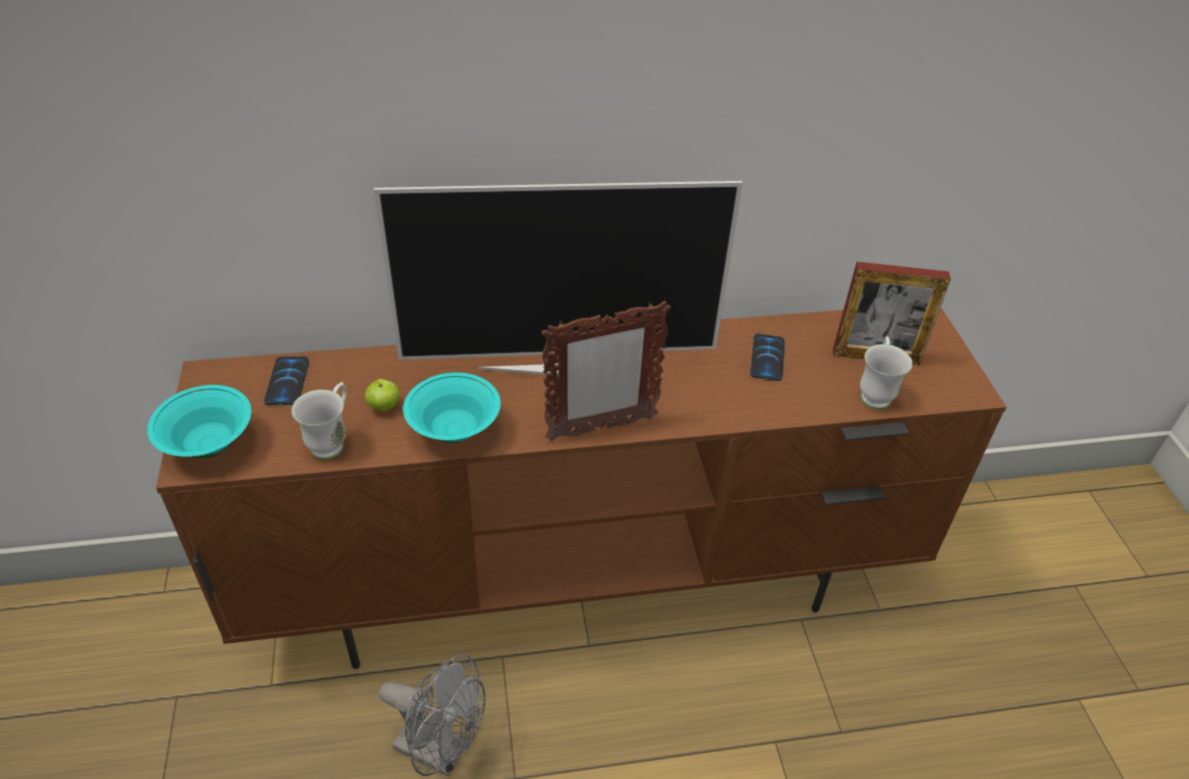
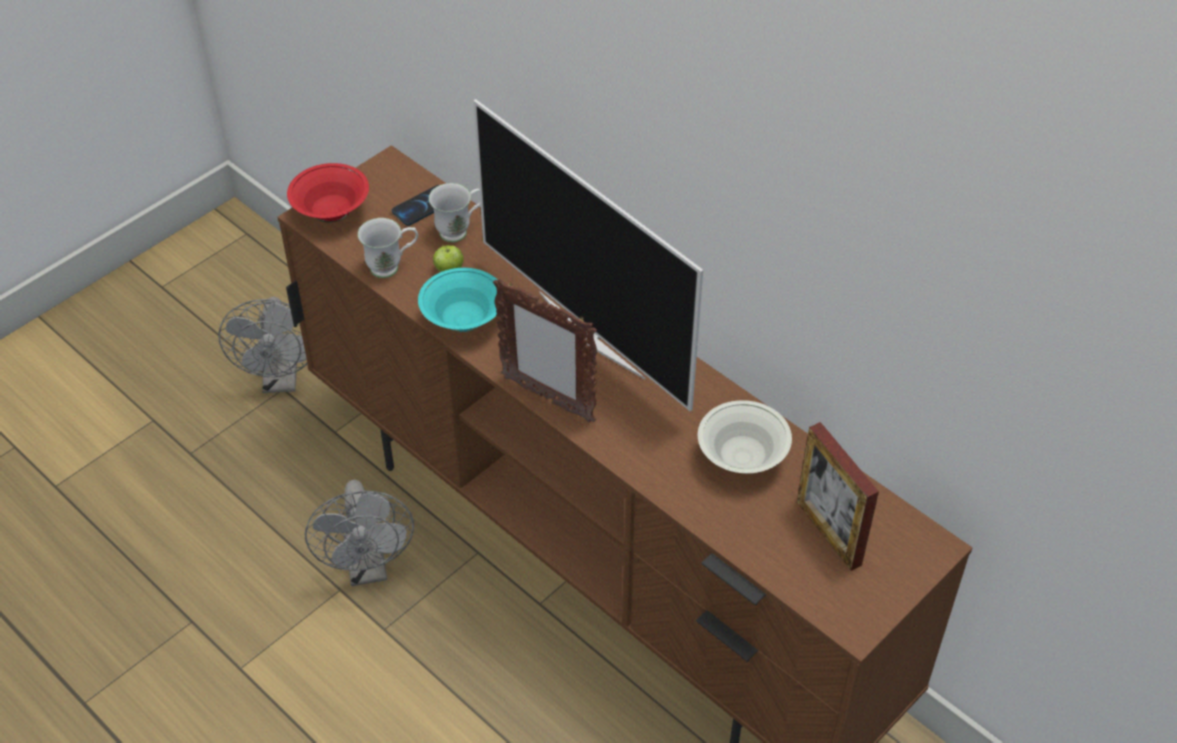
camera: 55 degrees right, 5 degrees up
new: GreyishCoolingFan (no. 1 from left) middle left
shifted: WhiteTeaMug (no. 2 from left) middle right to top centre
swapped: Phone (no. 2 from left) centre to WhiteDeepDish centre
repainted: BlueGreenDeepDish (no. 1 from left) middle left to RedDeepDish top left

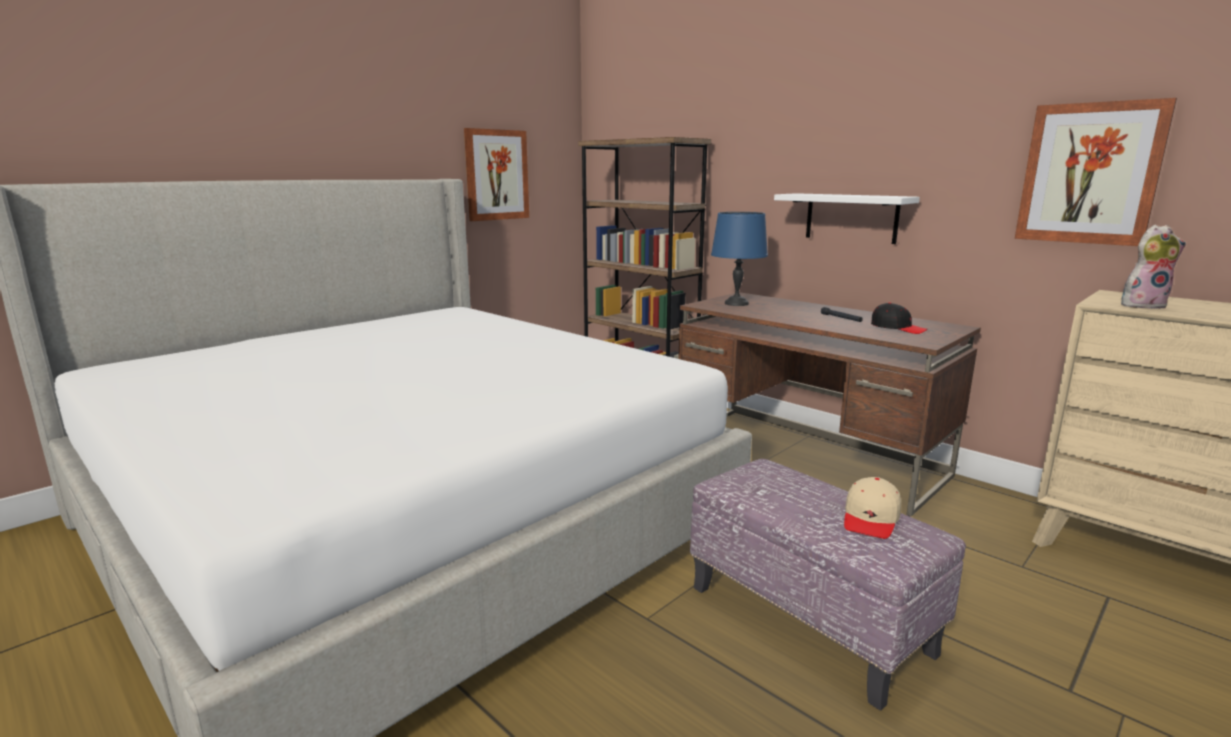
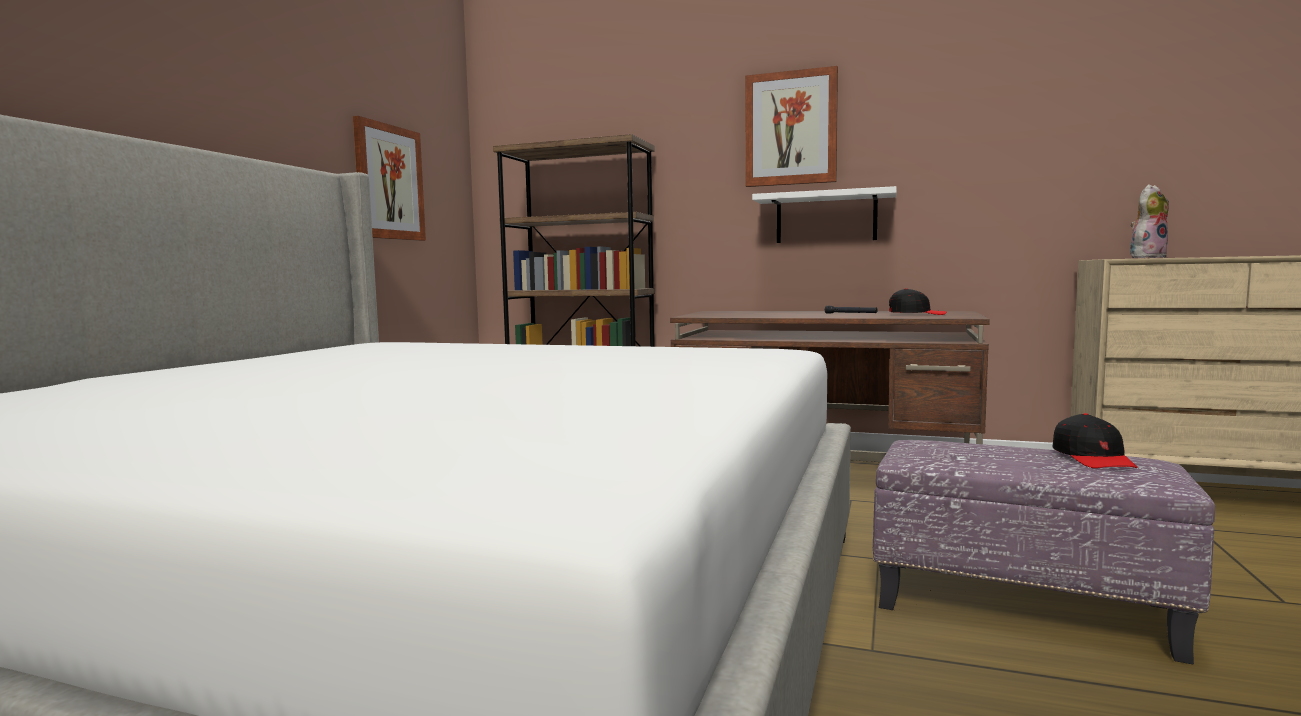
camera: 25 degrees left, 10 degrees down
gone: BlueTabletopLamp centre
shifted: WallArt (no. 2 from left) top right to top centre
repainted: BeigeBaseballCap bottom right to BlackishBaseballCap (no. 2 from left) middle right

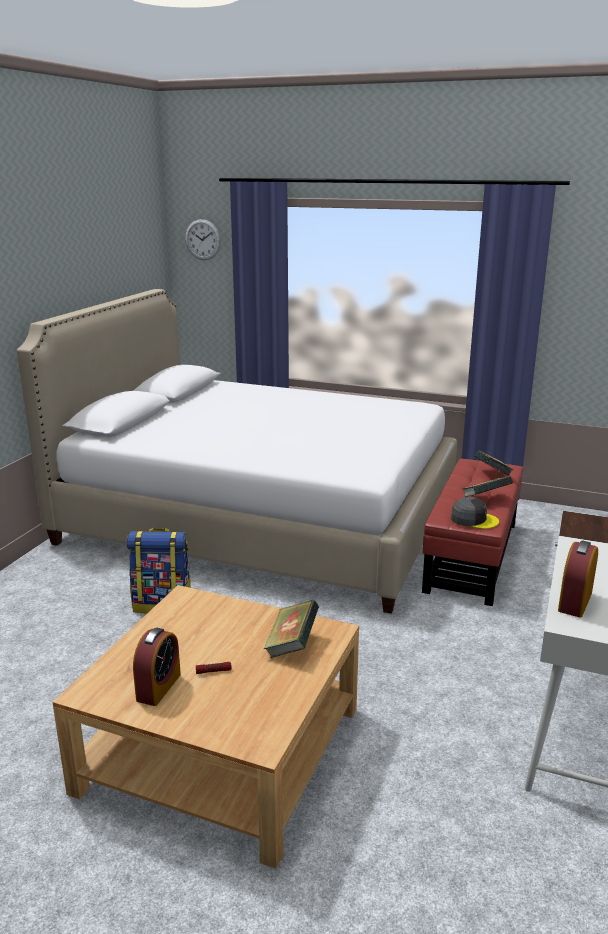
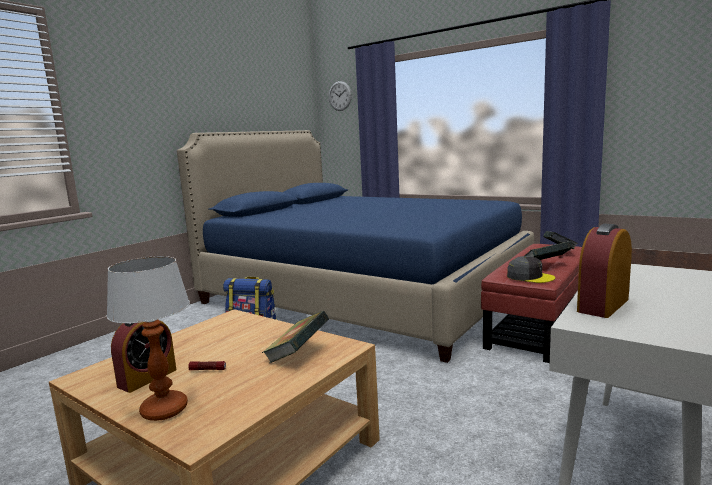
camera: 15 degrees right, 10 degrees down
new: TabletopLamp bottom left
repainted: WhiteBedroomBed centre to BlueBedroomBed centre

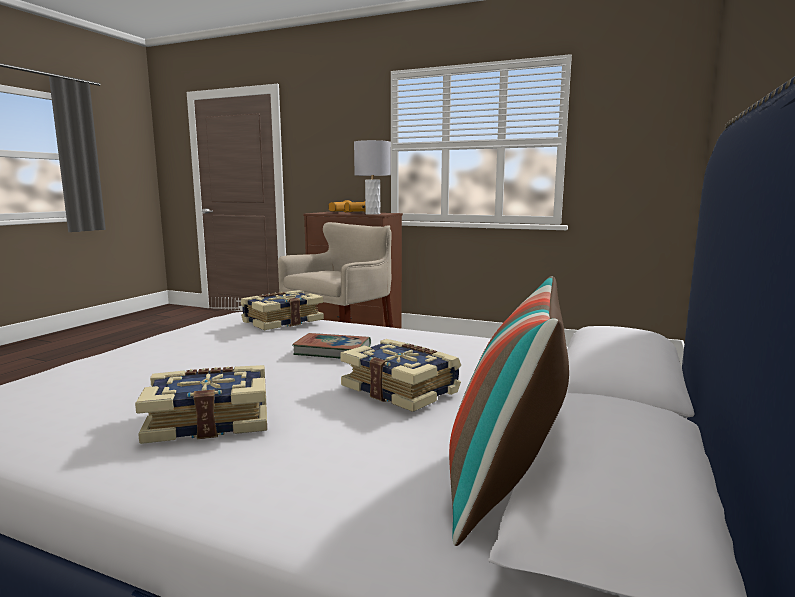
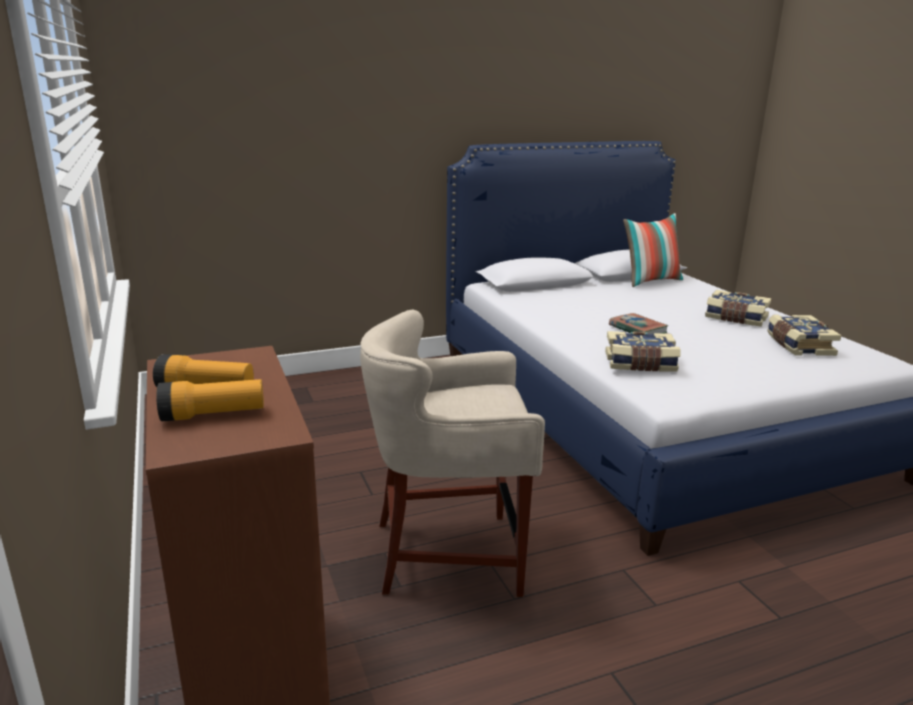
camera: 135 degrees left, 10 degrees up
gone: GreyishTabletopLamp top centre
shifted: Volume (no. 4 from left) centre to middle right

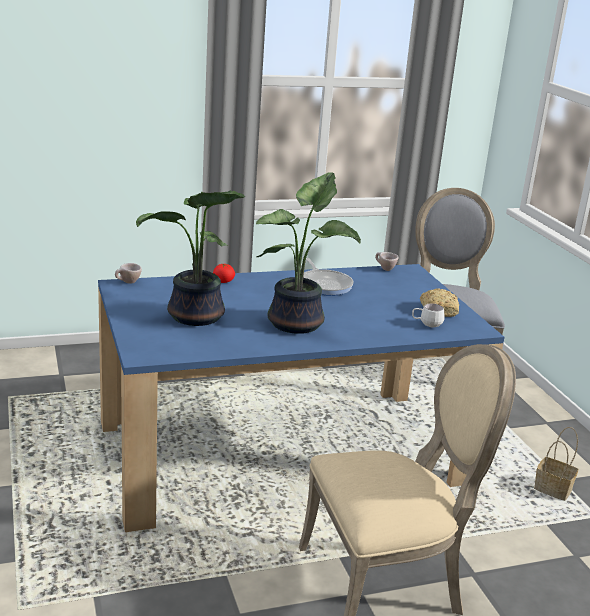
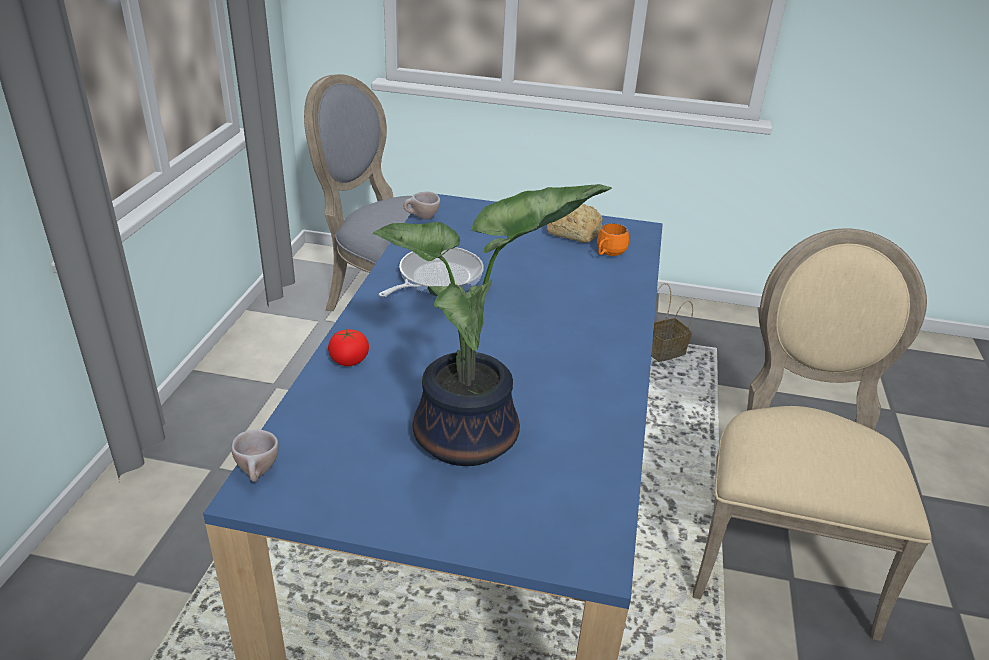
camera: 60 degrees left, 10 degrees up
gone: PottedPlant (no. 2 from left) centre
repainted: WhiteTeaMug middle right to OrangeyTeaMug centre
rotated: FryingPan centre = centre 60 degrees counterclockwise

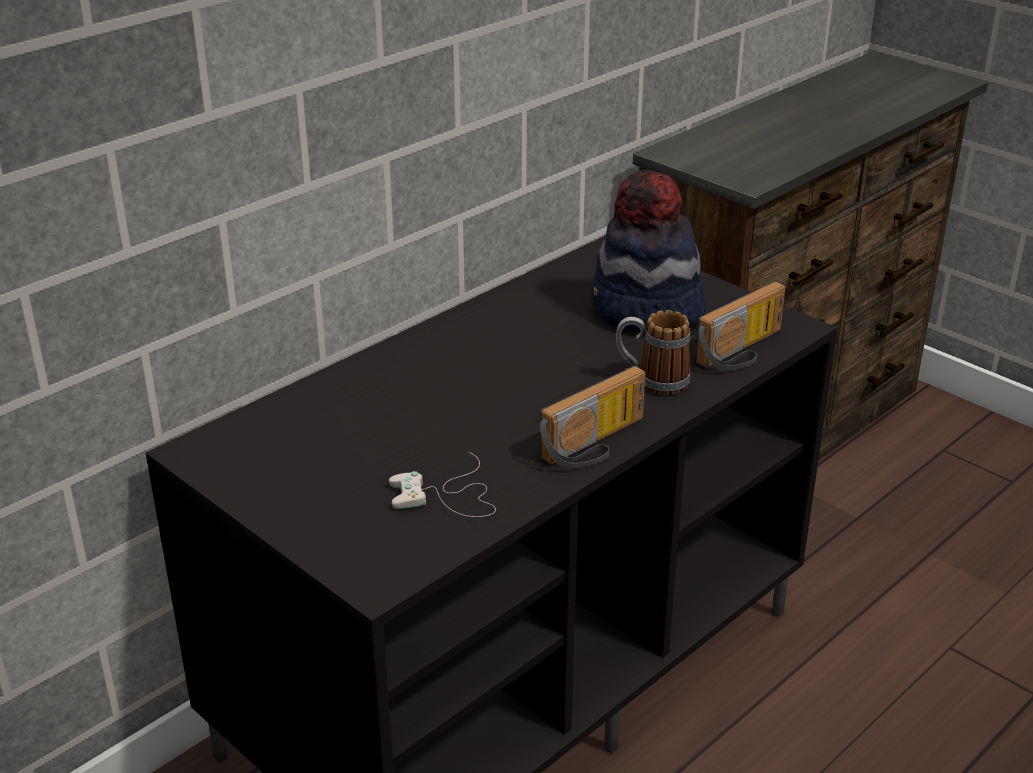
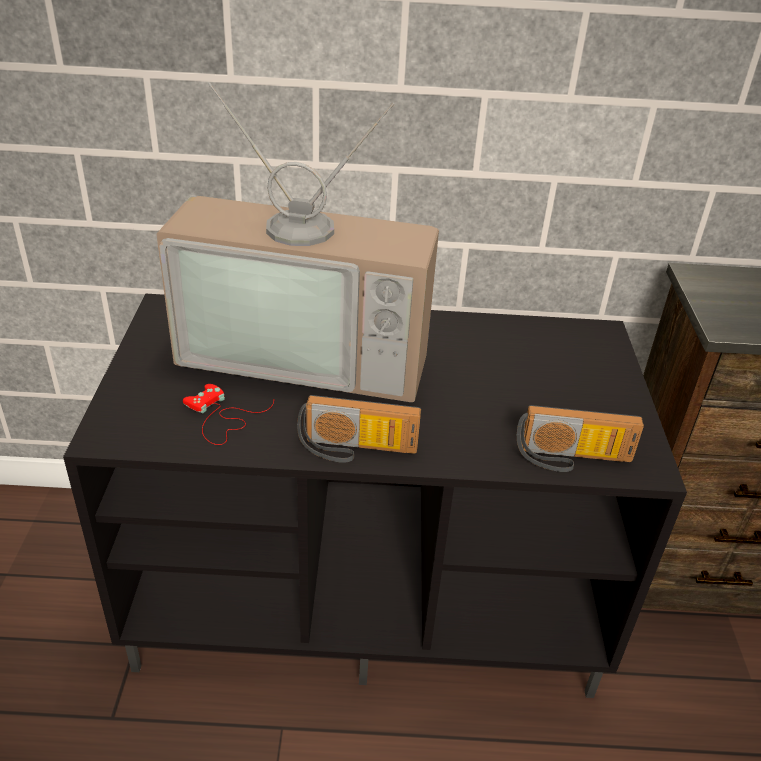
camera: 45 degrees right, 5 degrees up
gone: ClothingHat top centre; TeaMug centre
new: Tv top centre
repainted: WhiteGamepad centre to RedGamepad middle left

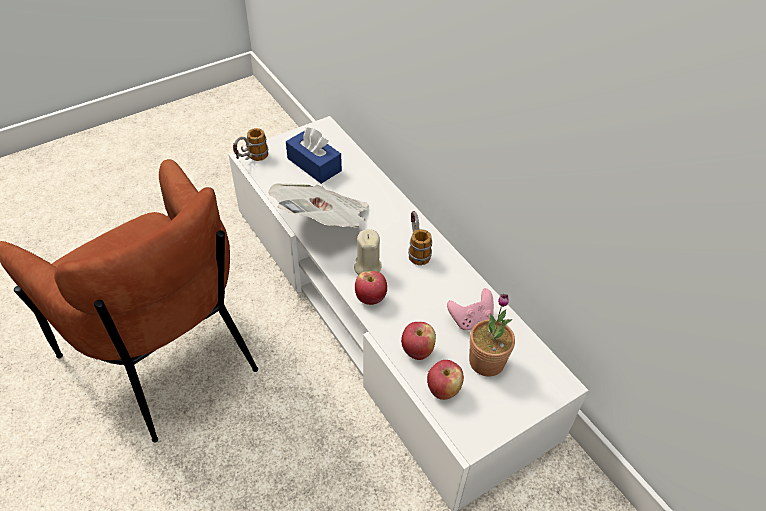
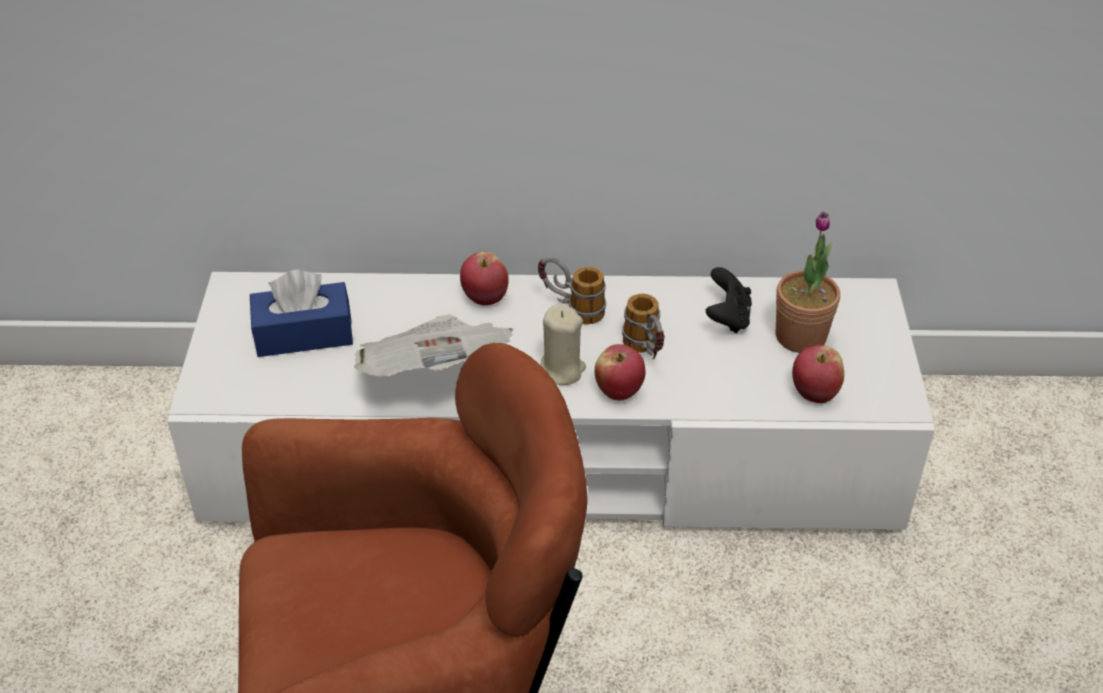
camera: 55 degrees left, 5 degrees down
shifted: WholeApple (no. 2 from left in the first image) bottom centre to WholeApple (no. 1 from left) centre; TeaMug (no. 1 from left in the first image) top left to TeaMug (no. 2 from left) centre
repainted: PinkGamepad centre to BlackishGamepad centre

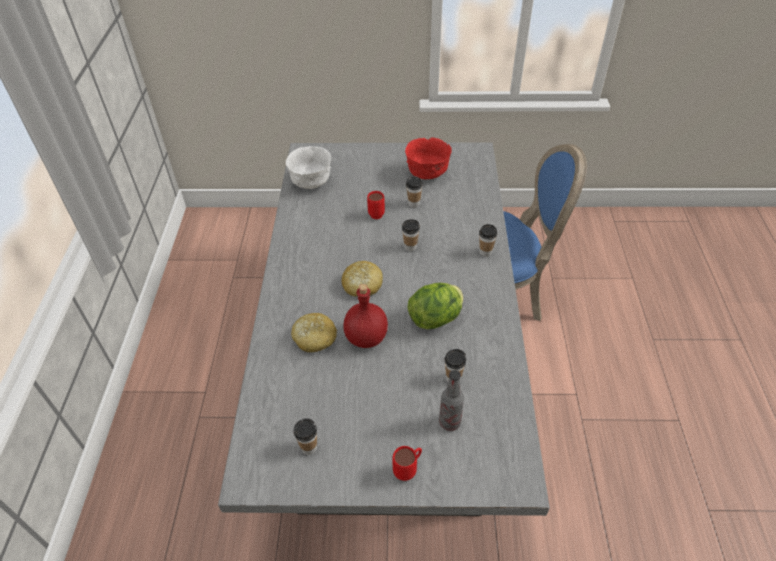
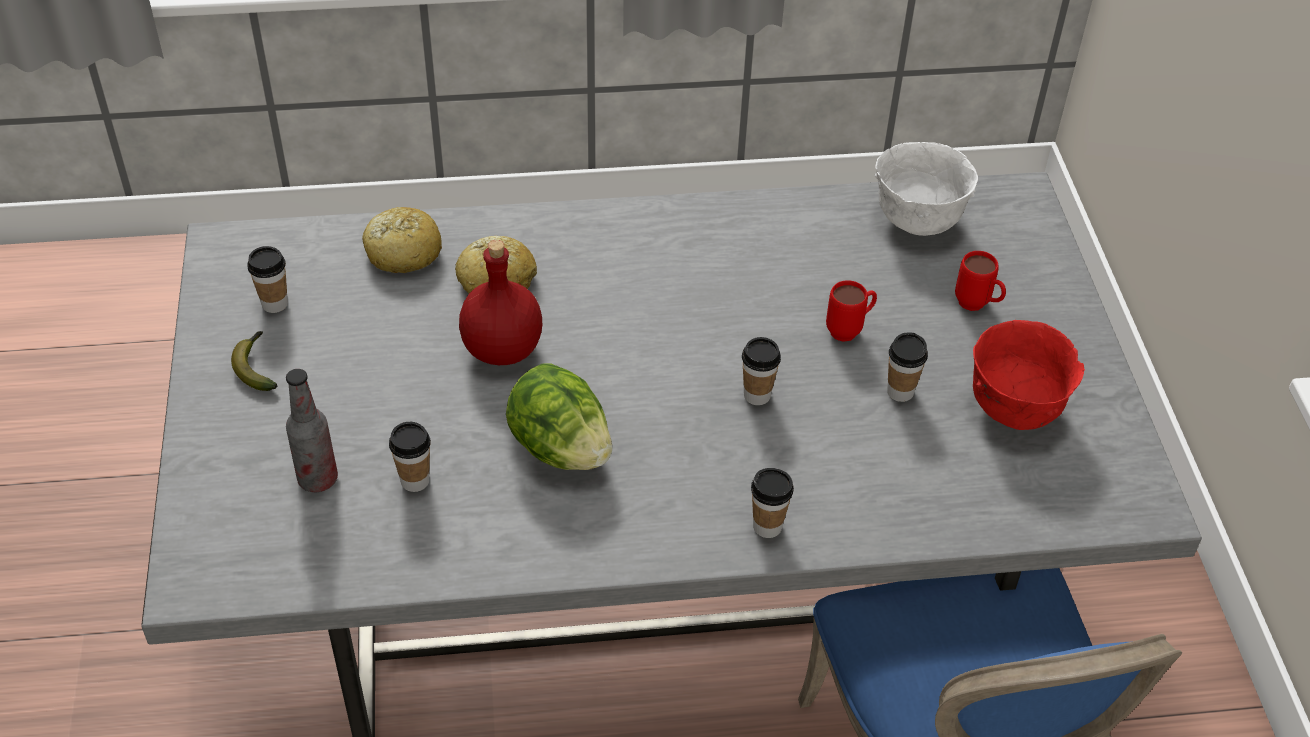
camera: 80 degrees right, 0 degrees up
new: WholeBanana middle left
shifted: Bread (no. 2 from left in the first image) centre to Bread (no. 1 from left) top left; RedTeaMug (no. 2 from left) bottom centre to middle right

